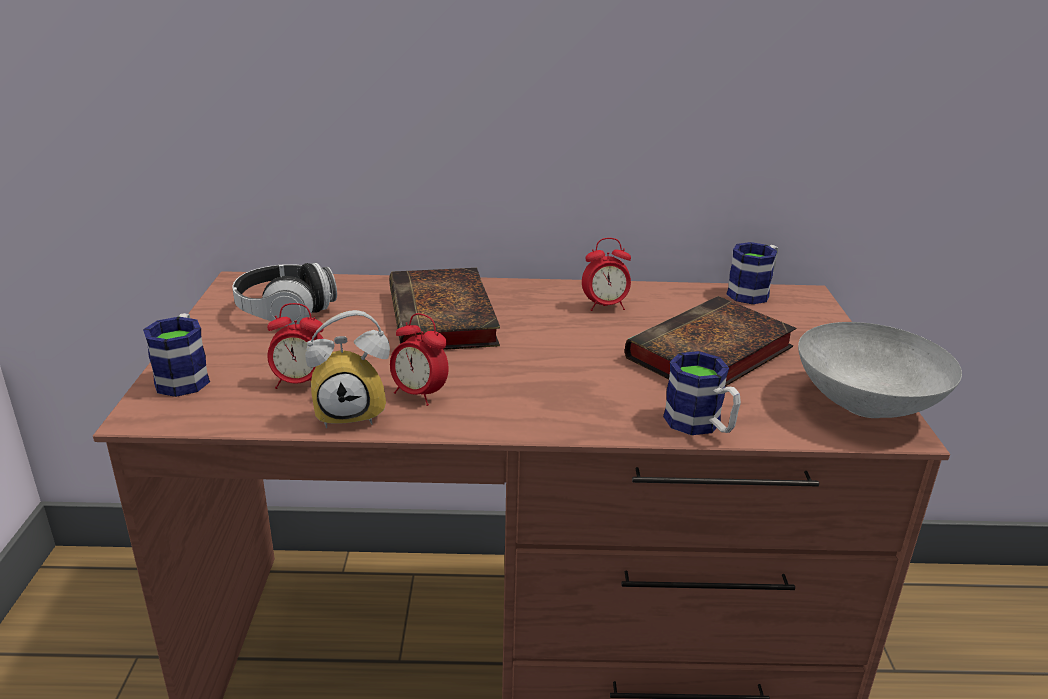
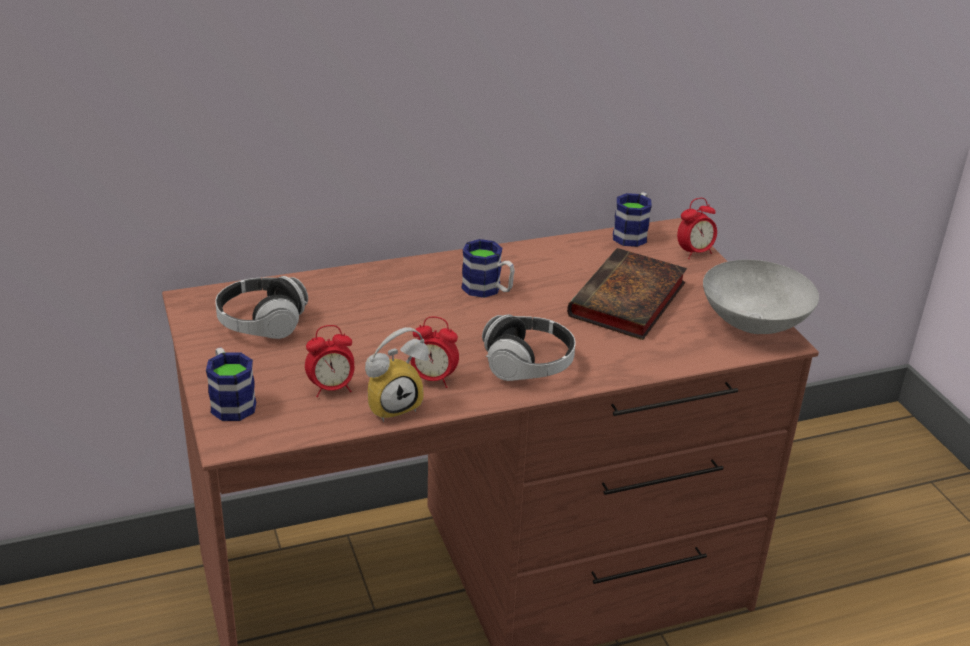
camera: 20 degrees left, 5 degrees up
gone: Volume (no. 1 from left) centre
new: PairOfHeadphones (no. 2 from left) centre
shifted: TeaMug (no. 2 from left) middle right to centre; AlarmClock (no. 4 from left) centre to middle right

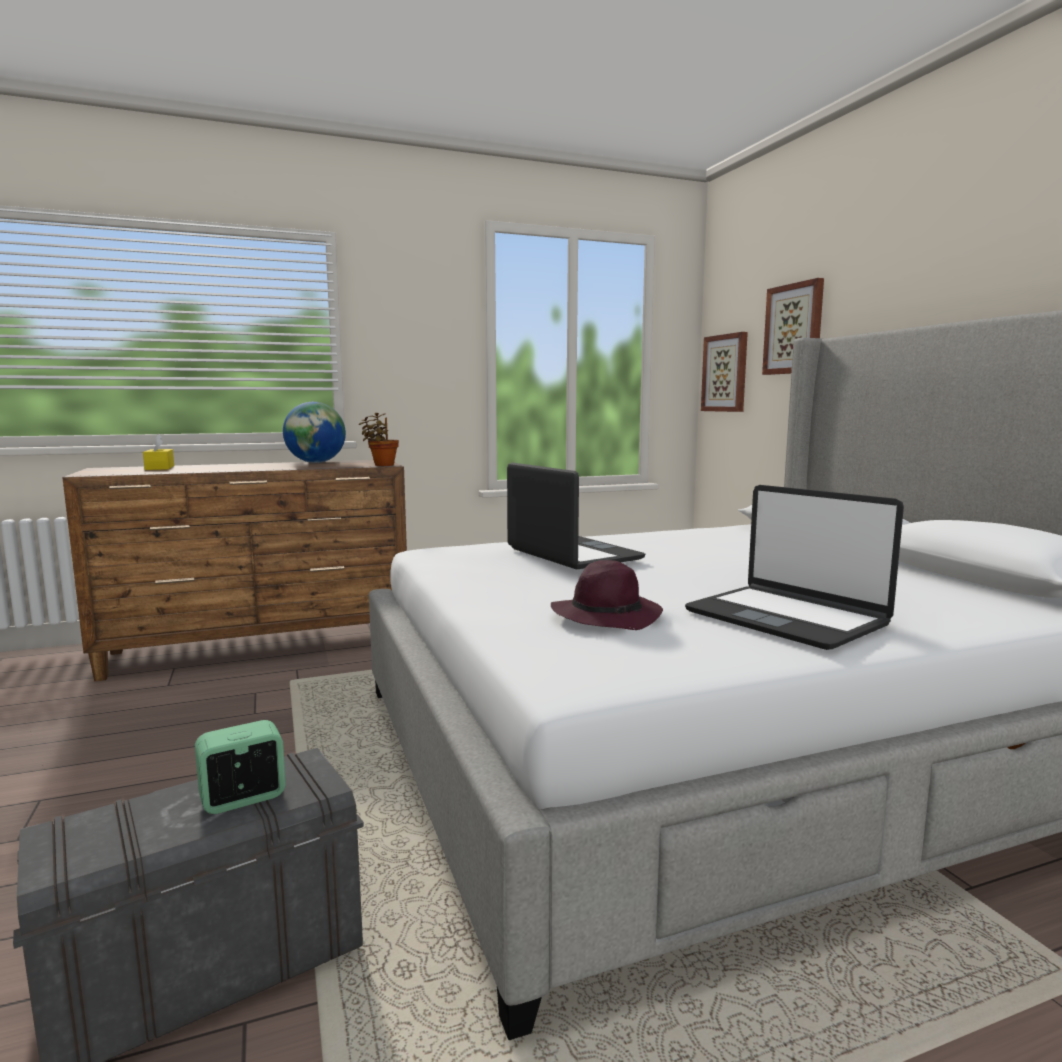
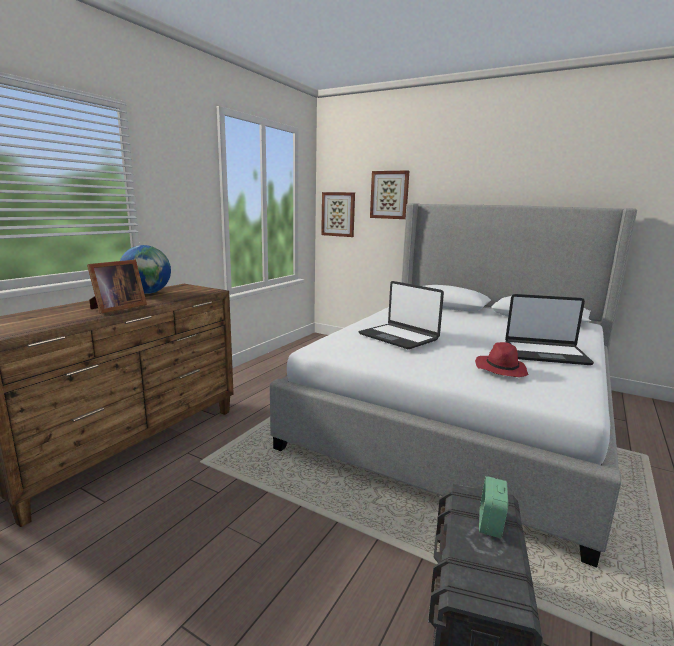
camera: 40 degrees left, 5 degrees up
gone: YellowTissueBox middle left; PottedPlant centre
new: StandingFrame middle left
repainted: PurpleColouredClothingHat centre to RedClothingHat middle right
rotated: NotebookComputer (no. 1 from left) centre = centre 150 degrees counterclockwise

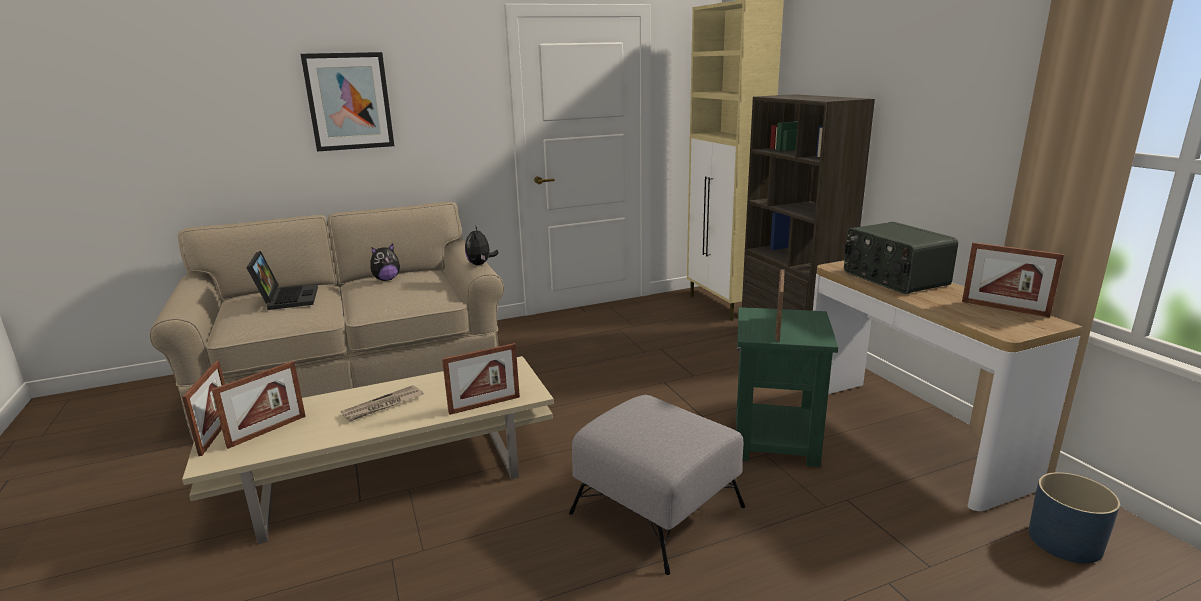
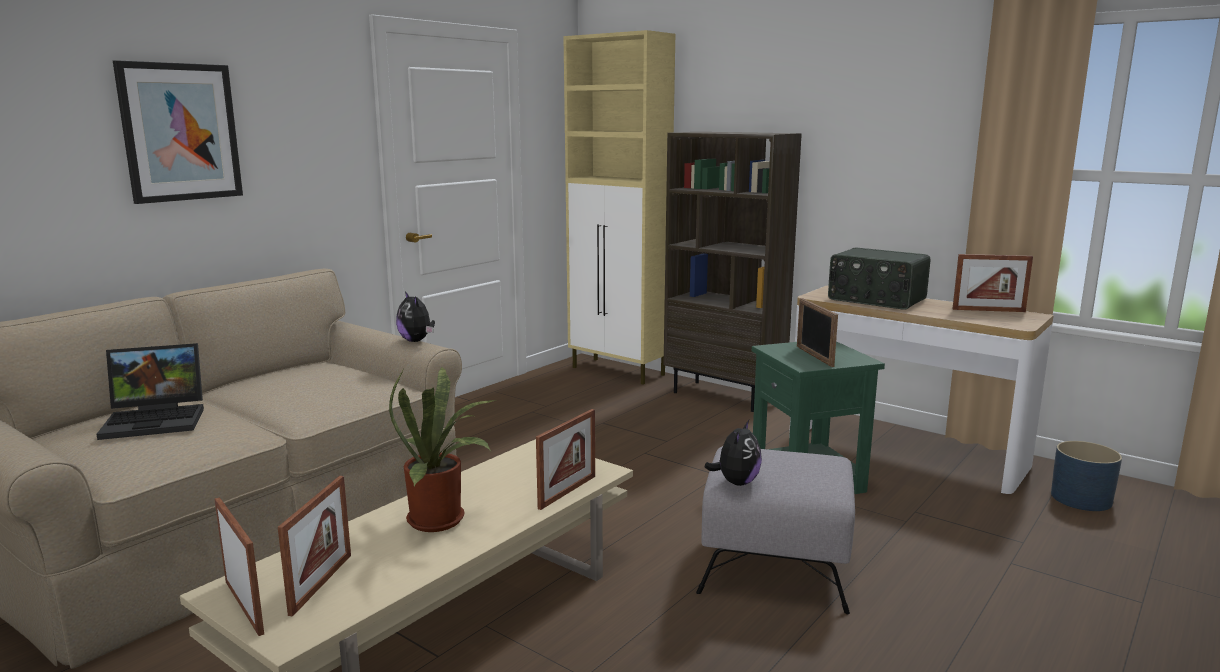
camera: 30 degrees left, 5 degrees down
shifted: PlushToy (no. 1 from left in the first image) middle left to PlushToy (no. 2 from left) bottom centre
swapped: PrintedPaper bottom left to PottedPlant bottom centre
rotated: NotebookComputer middle left = middle left 120 degrees clockwise

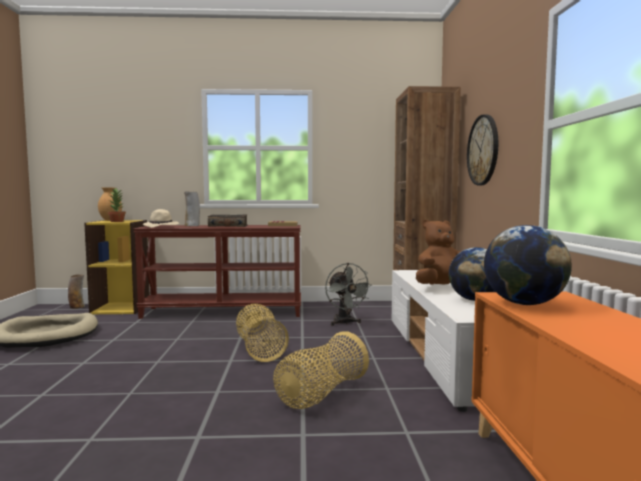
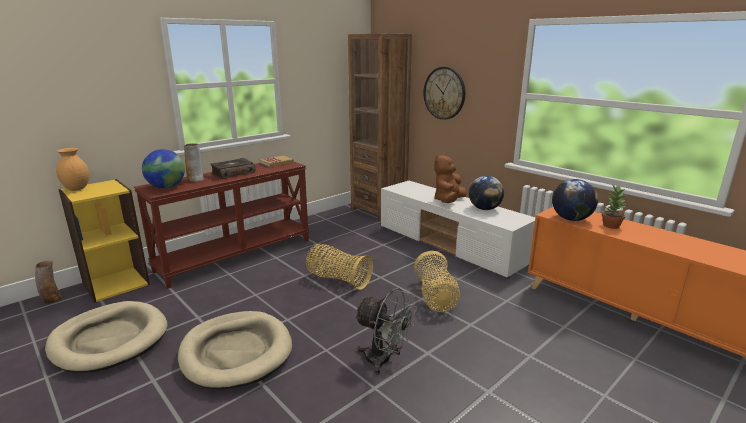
camera: 40 degrees left, 15 degrees up
new: BeigeDogBed (no. 2 from left) bottom left
shifted: GreyishCoolingFan centre to bottom centre; PottedPlant middle left to middle right
swapped: BeigeClothingHat middle left to DeskGlobe (no. 1 from left) middle left

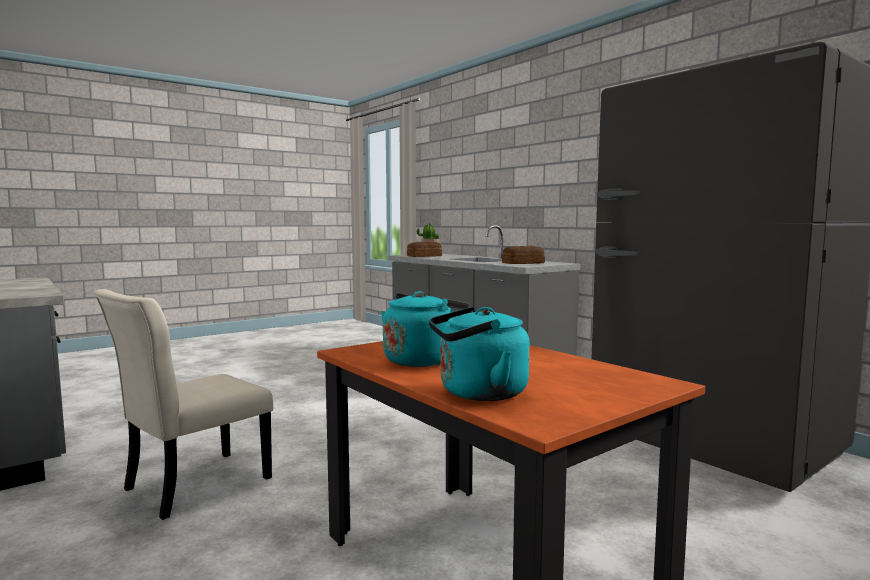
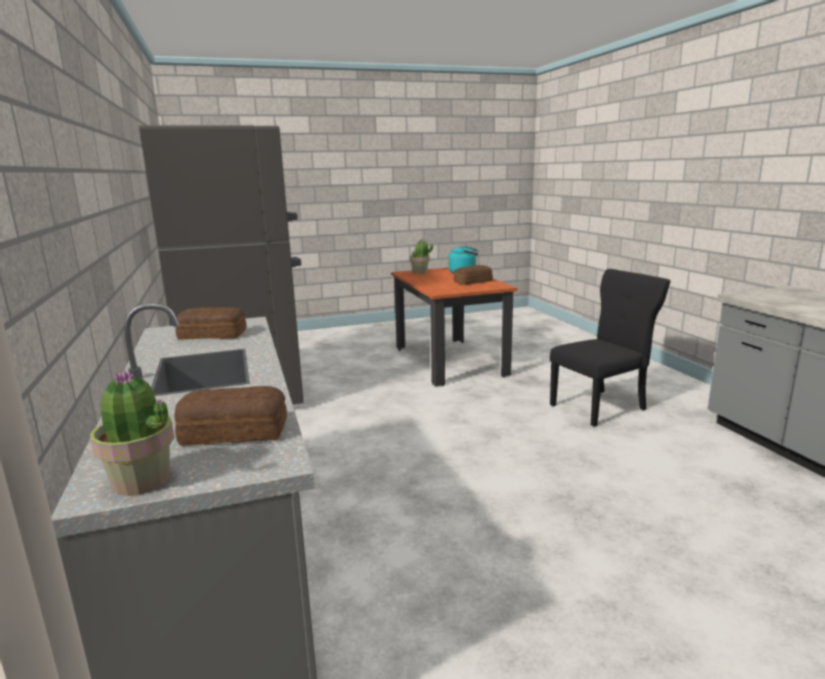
camera: 160 degrees left, 10 degrees up
new: PottedPlant (no. 2 from left) centre
swapped: BlueGreenWaterKettle (no. 1 from left) centre to Bread (no. 3 from left) centre
repainted: BeigePlainChair bottom left to BlackishPlainChair middle right

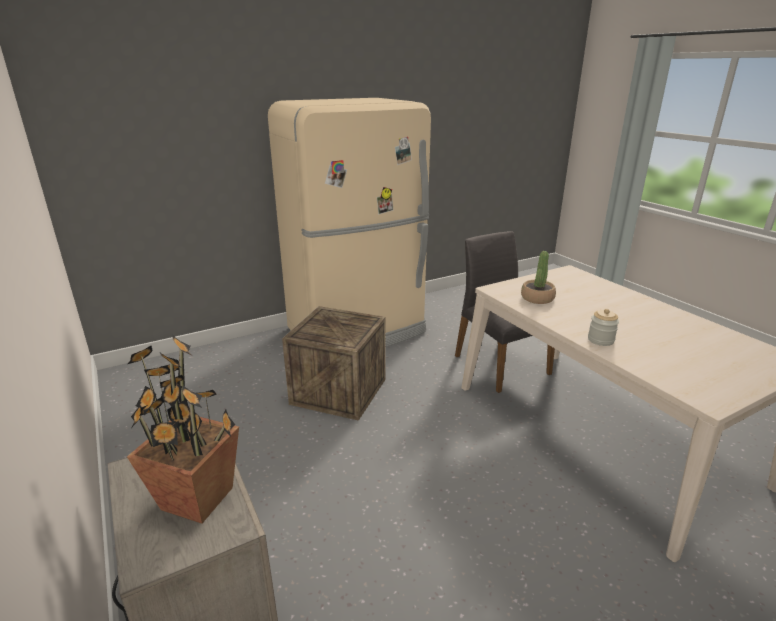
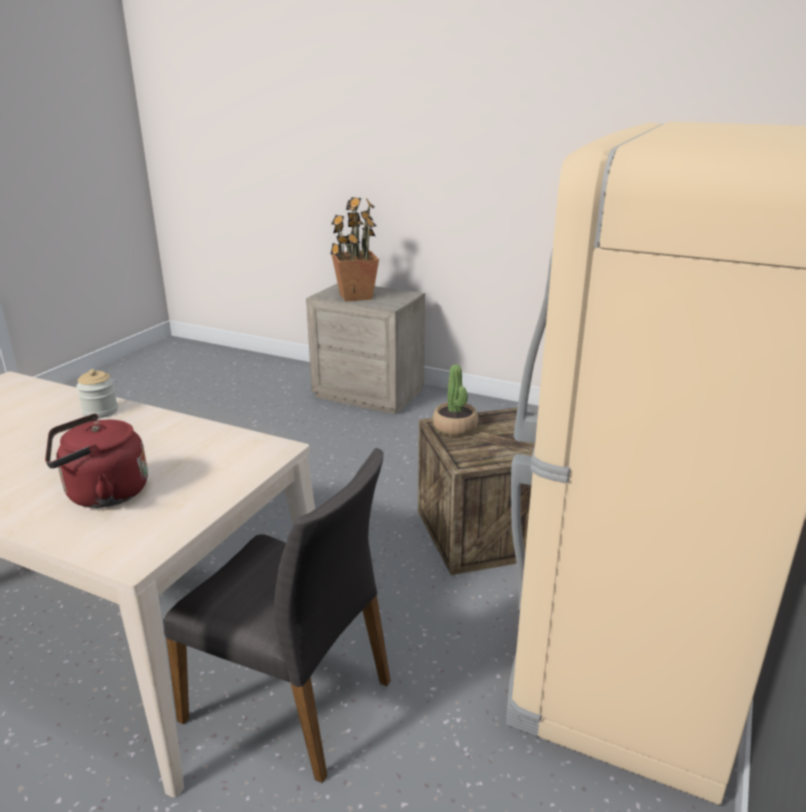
camera: 145 degrees right, 0 degrees up
new: RedWaterKettle middle left
shifted: PottedPlant (no. 2 from left) middle right to centre

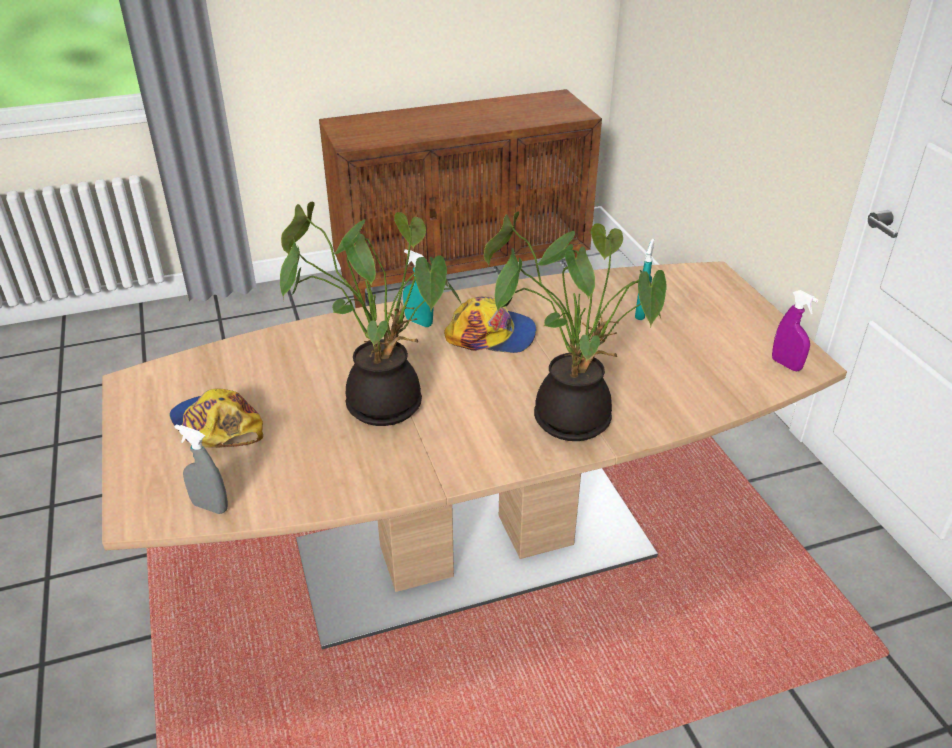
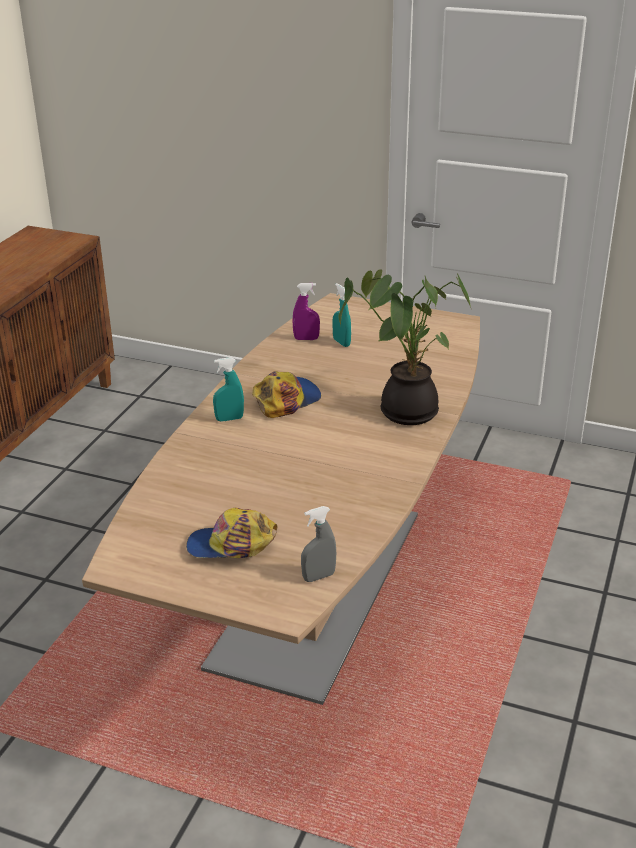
camera: 50 degrees left, 5 degrees down
gone: PottedPlant (no. 1 from left) centre
shifted: PurpleColouredSprayBottle middle right to centre

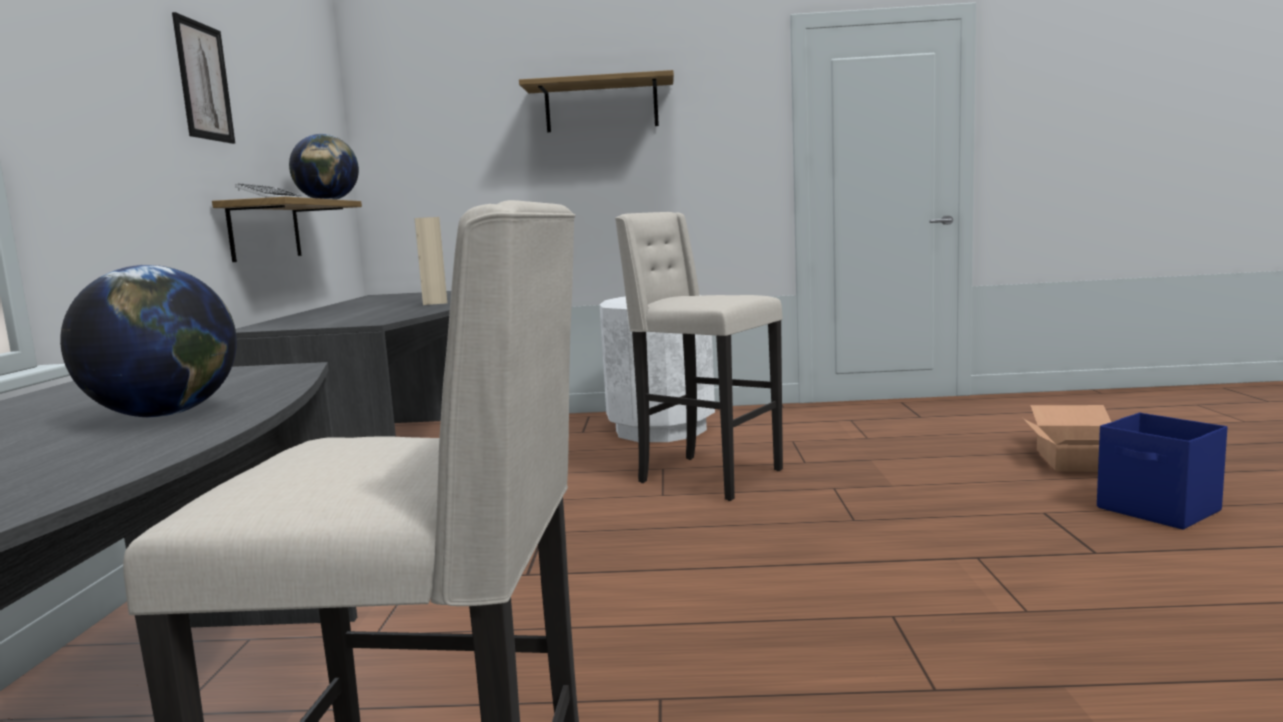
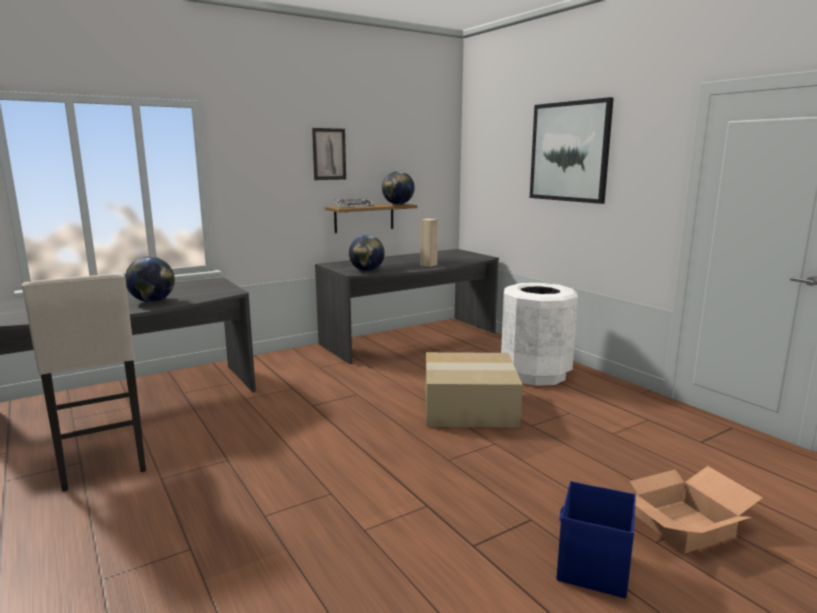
camera: 55 degrees right, 5 degrees up
new: DeskGlobe (no. 2 from left) centre
swapped: BeigeStool (no. 2 from left) centre to CardboardBox (no. 1 from left) centre; BracketShelf (no. 2 from left) top centre to WallArt (no. 2 from left) top right

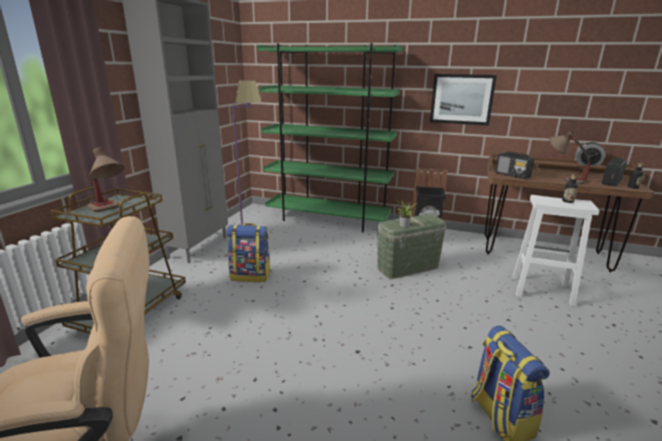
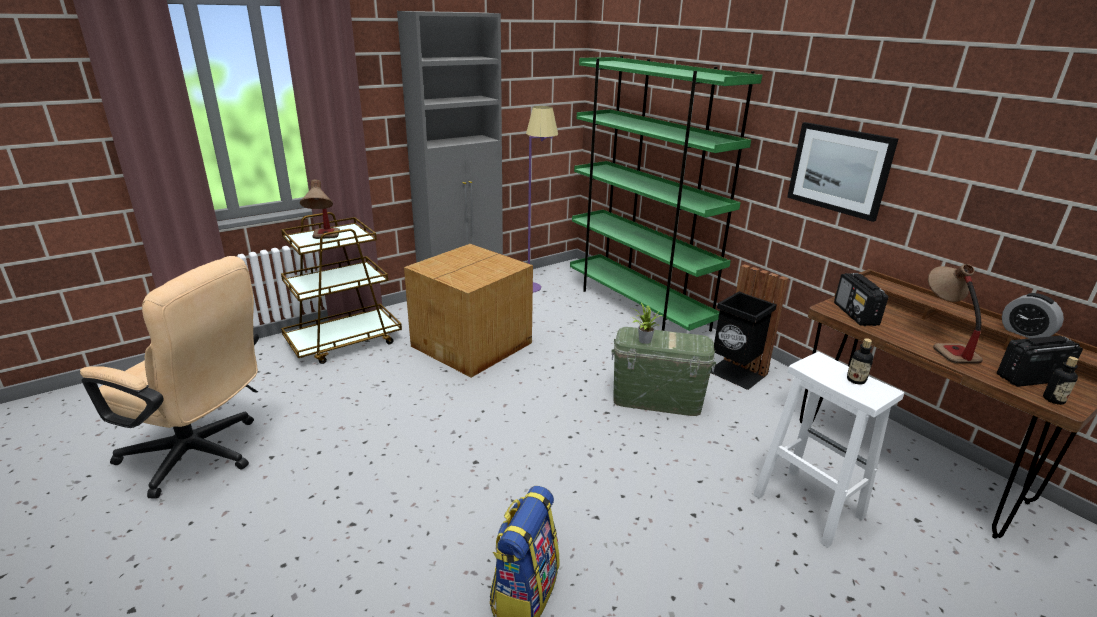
camera: 35 degrees right, 5 degrees up
swapped: Rucksack (no. 1 from left) centre to CardboardBox centre

